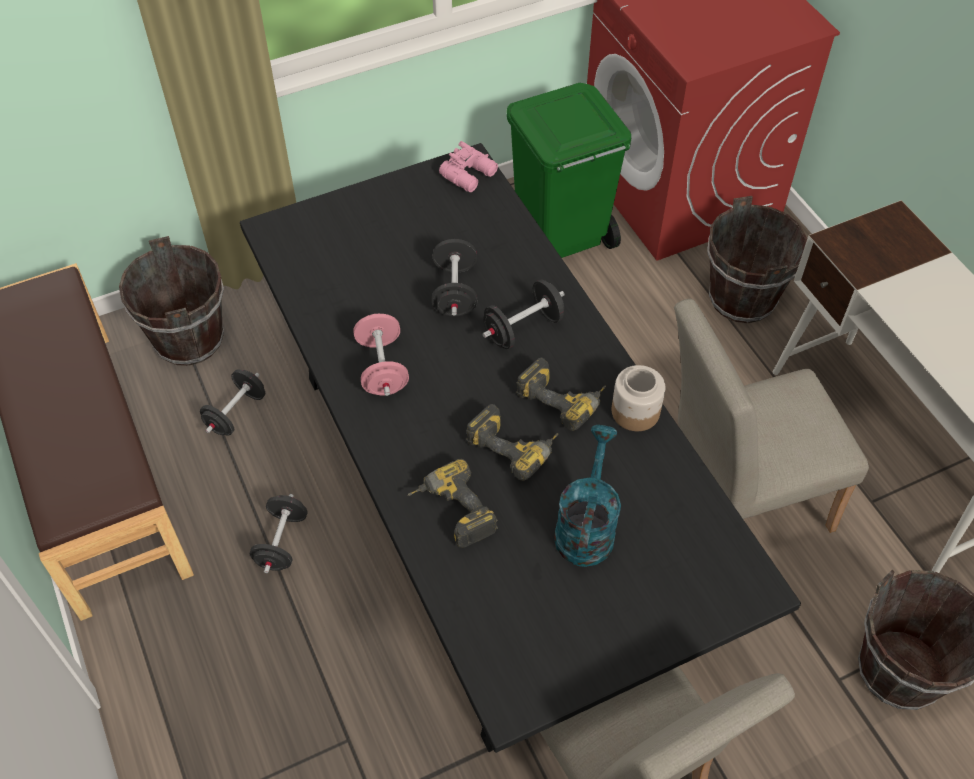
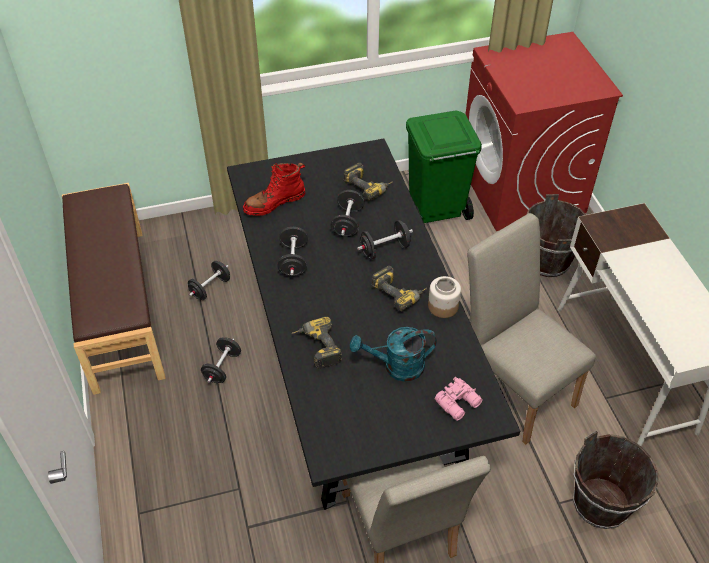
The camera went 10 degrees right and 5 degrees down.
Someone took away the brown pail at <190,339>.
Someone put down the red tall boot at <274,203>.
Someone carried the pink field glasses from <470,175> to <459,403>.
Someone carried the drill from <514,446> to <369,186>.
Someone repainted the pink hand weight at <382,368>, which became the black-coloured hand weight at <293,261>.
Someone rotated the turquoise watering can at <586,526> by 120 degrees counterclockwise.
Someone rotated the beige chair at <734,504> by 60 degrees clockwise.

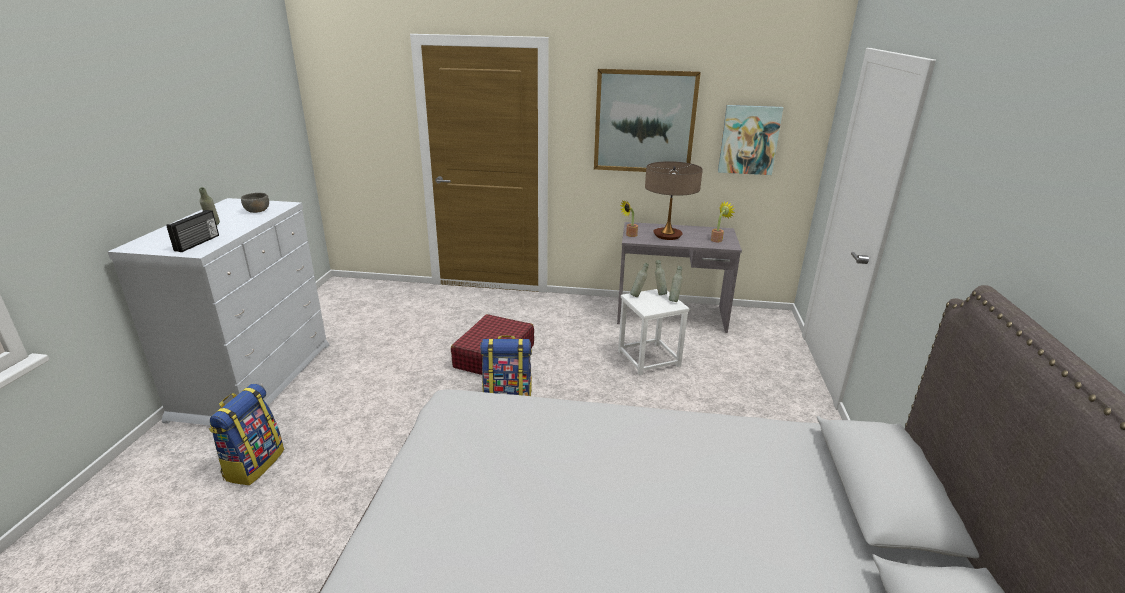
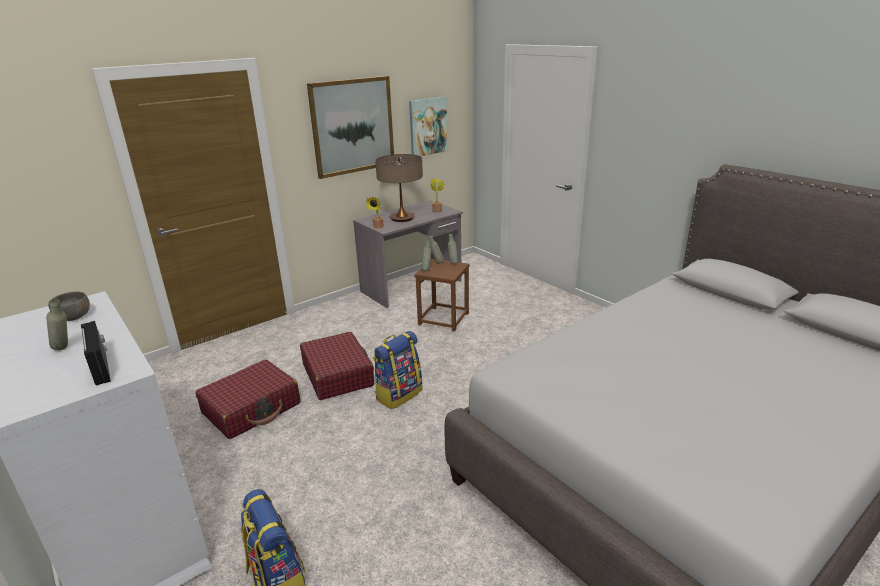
The camera went 45 degrees left and 0 degrees up.
Someone put down the red piece of luggage at <252,408>.
Someone repainted the white sitting stool at <649,359>, which became the brown sitting stool at <444,319>.

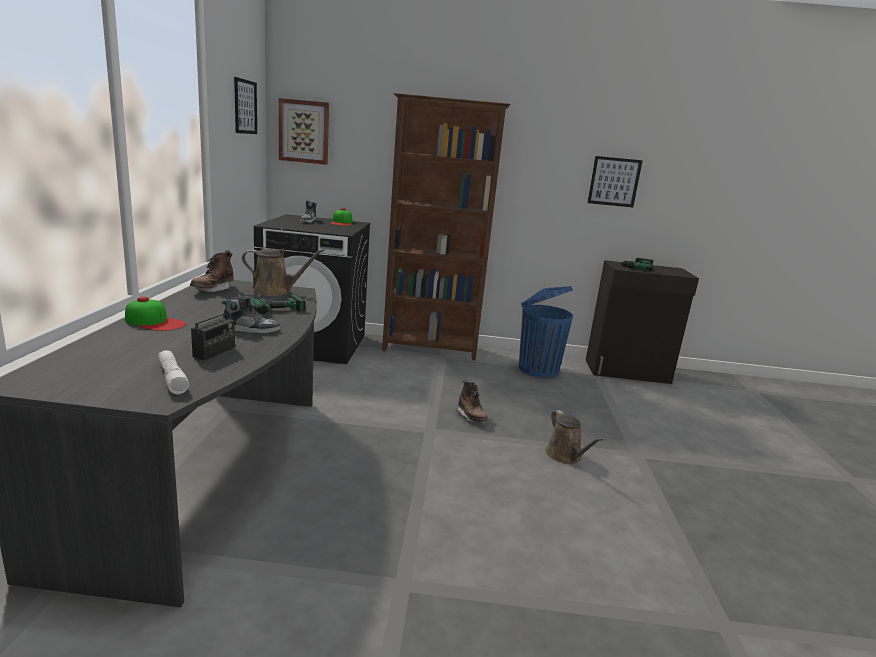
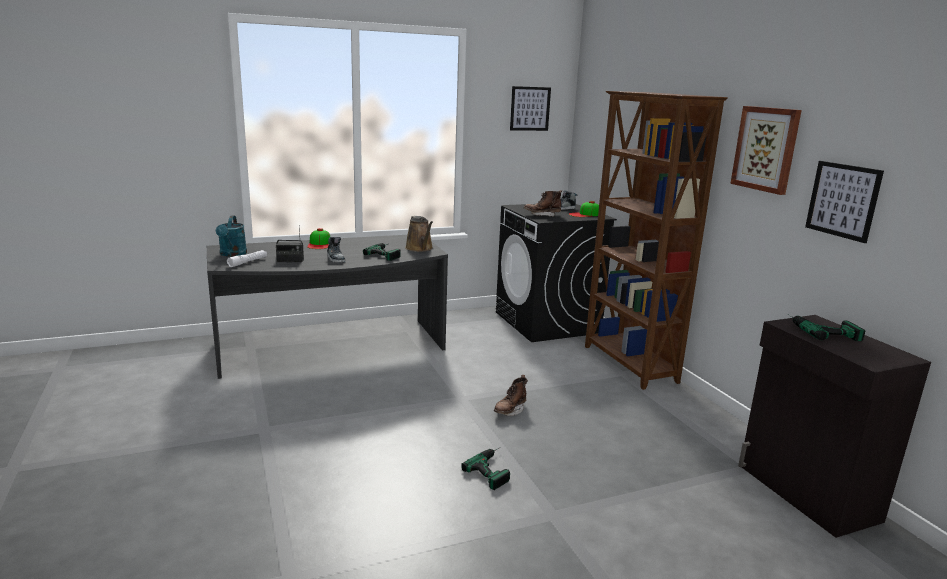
The camera went 65 degrees right and 0 degrees up.
Someone took away the blue waste bin at <537,369>.
Someone put down the turquoise watering can at <232,254>.
Someone carried the brown tall boot from <213,289> to <542,215>.
Someone carried the wall art from <304,131> to <766,149>.
Someone swapped the brown watering can at <565,456> for the drill at <494,469>.

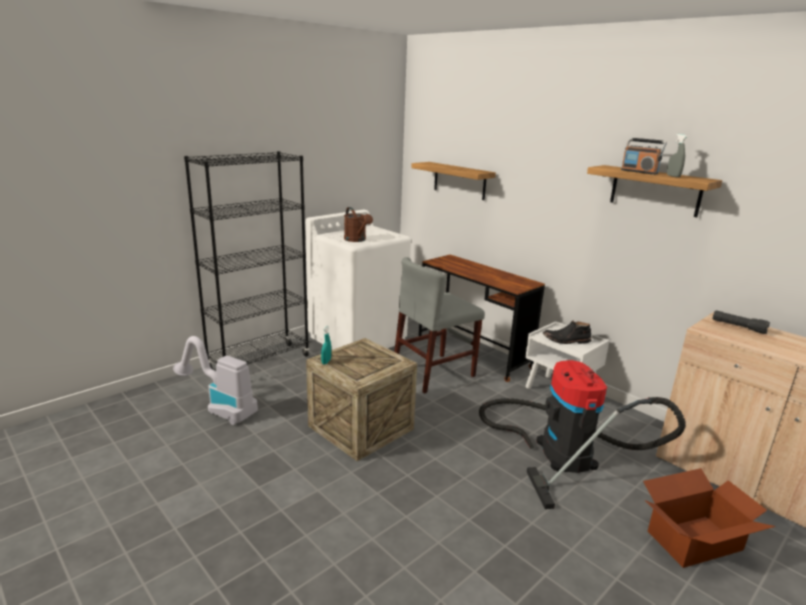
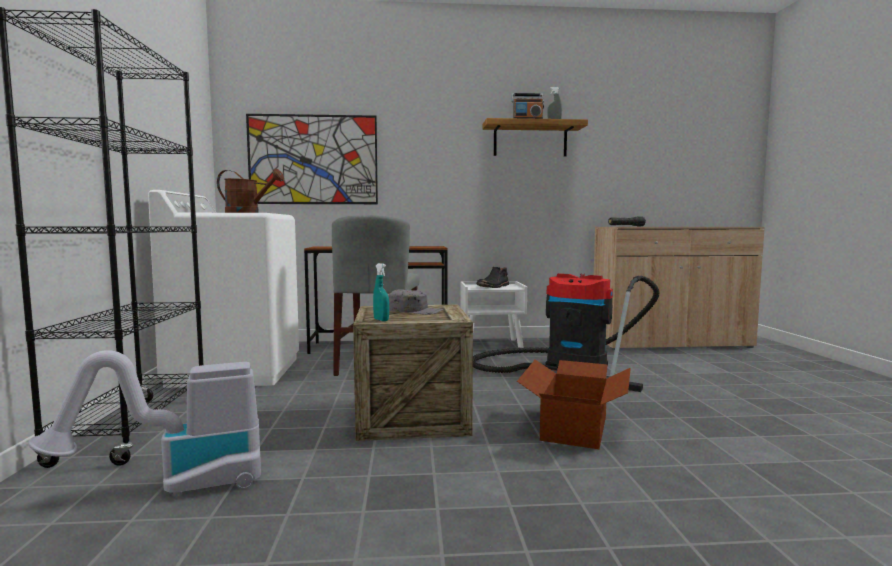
The camera went 50 degrees left and 15 degrees down.
Someone put down the gray baseball cap at <416,311>.
Someone carried the carton from <693,540> to <573,428>.
Someone swapped the shelf at <459,180> for the wall art at <313,160>.

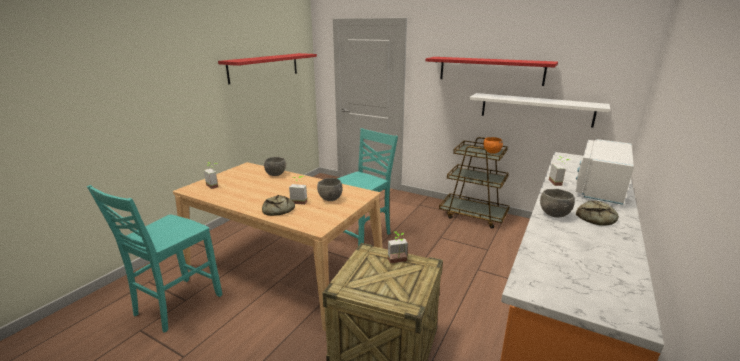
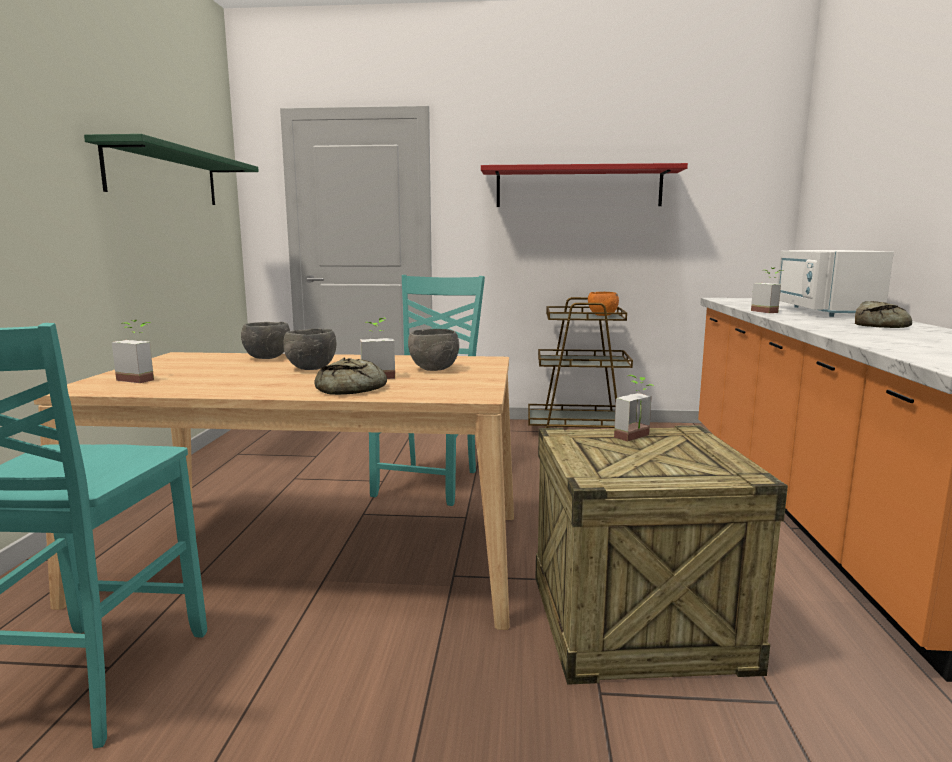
The camera went 25 degrees left and 10 degrees down.
Someone took away the white shelf at <536,109>.
Someone carried the gray serving bowl from <553,214> to <311,369>.
Someone repainted the red shelf at <264,67>, which became the greenish shelf at <164,176>.

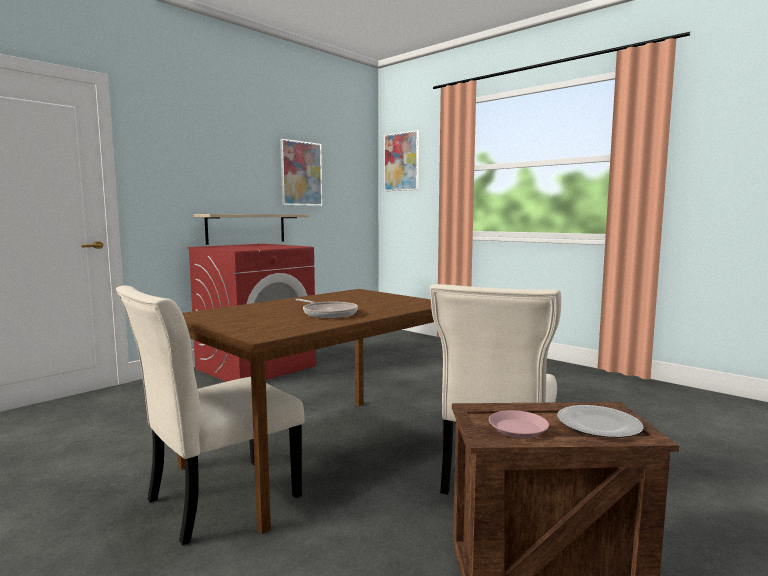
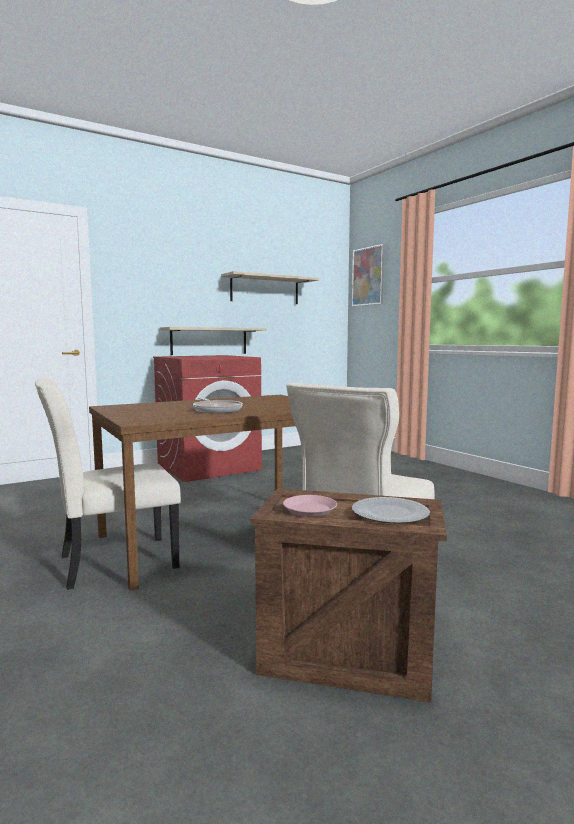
The camera went 15 degrees right and 0 degrees up.
Someone swapped the wall art at <301,173> for the shelf at <264,290>.

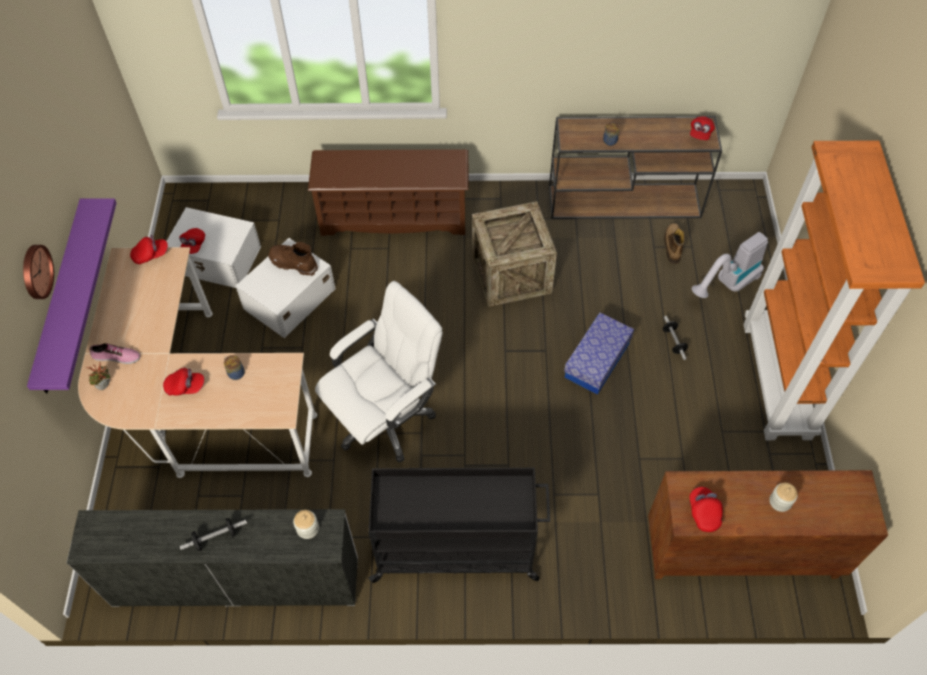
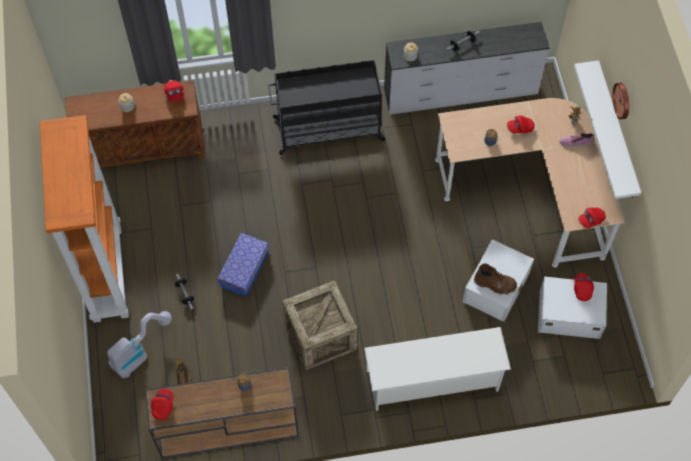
The camera went 170 degrees right and 5 degrees up.
Someone took away the white desk chair at <385,418>.
Someone repainted the purple-coloured shelf at <61,297>, which became the white shelf at <616,131>.
Someone repainted the brown shoe stand at <394,216>, which became the white shoe stand at <432,380>.

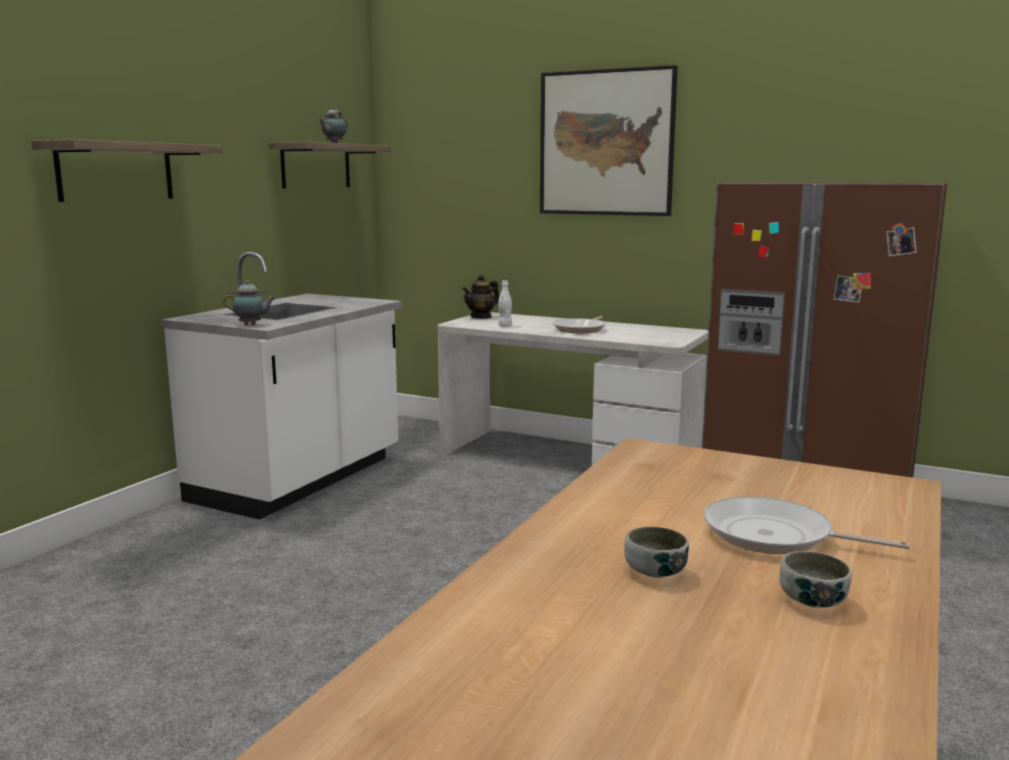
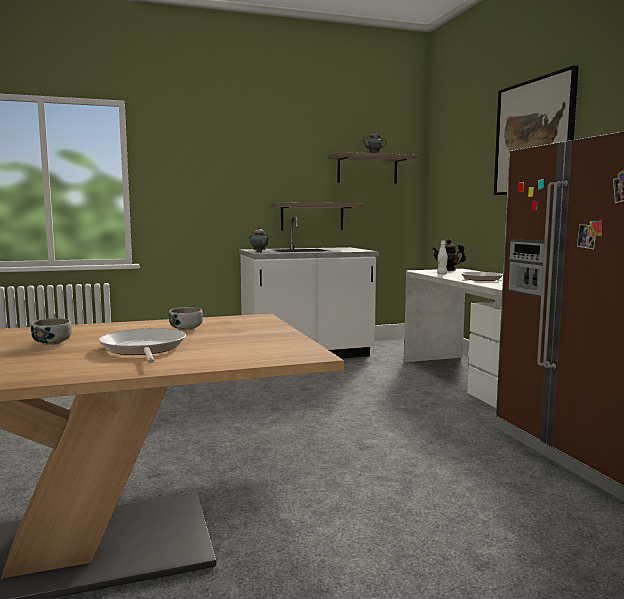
The camera went 45 degrees right and 5 degrees down.
Someone carried the shelf from <116,171> to <312,216>.
Someone carried the serving bowl from <812,600> to <186,329>.

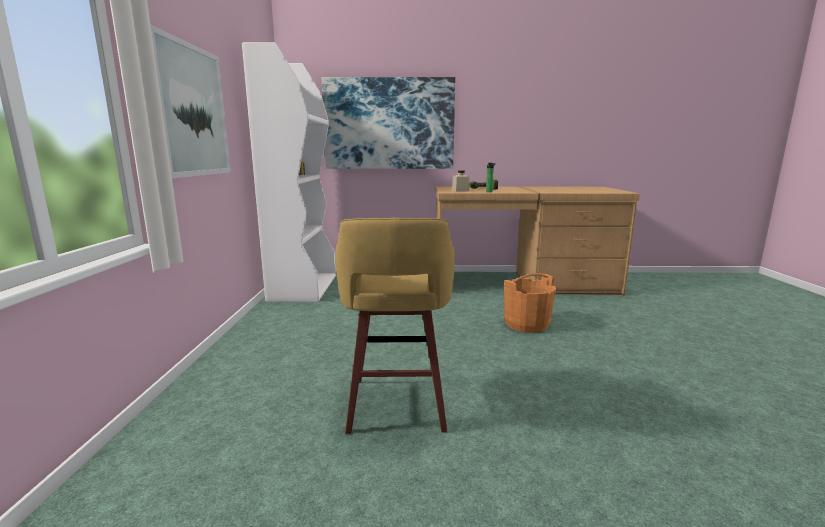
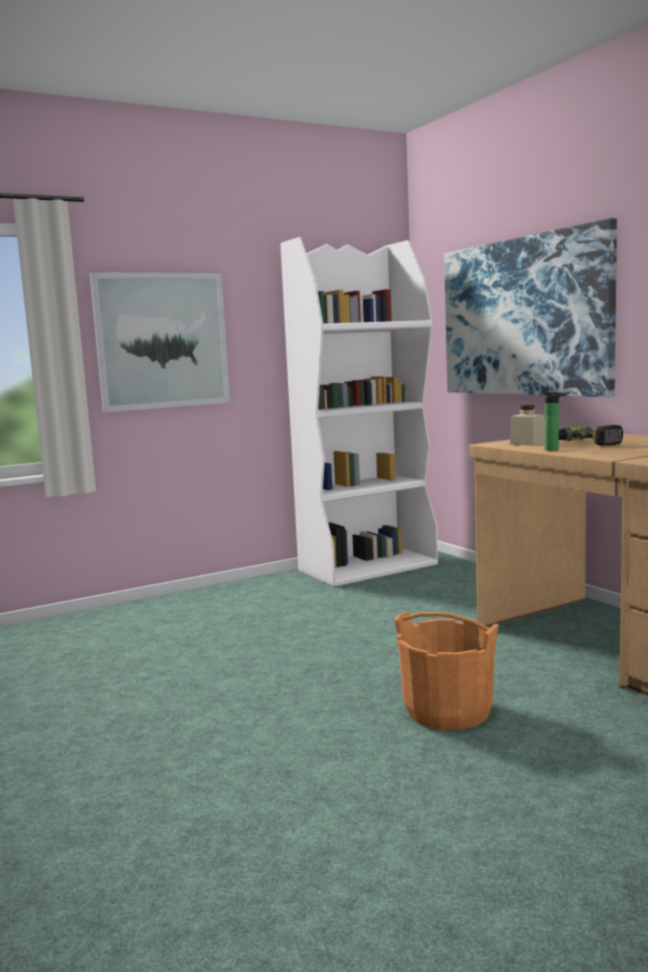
The camera went 60 degrees right and 5 degrees down.
Someone took away the yellowish sitting stool at <396,406>.

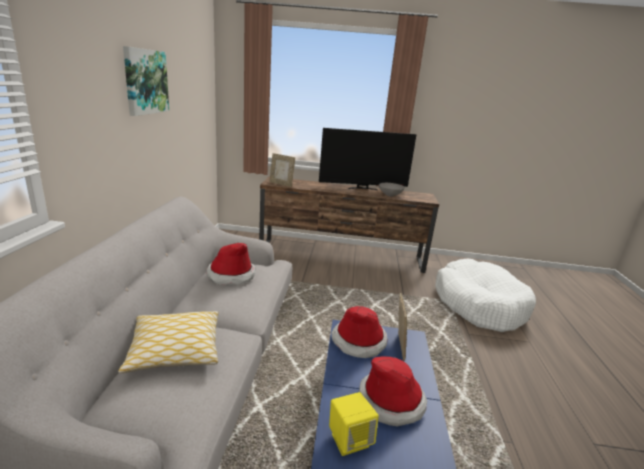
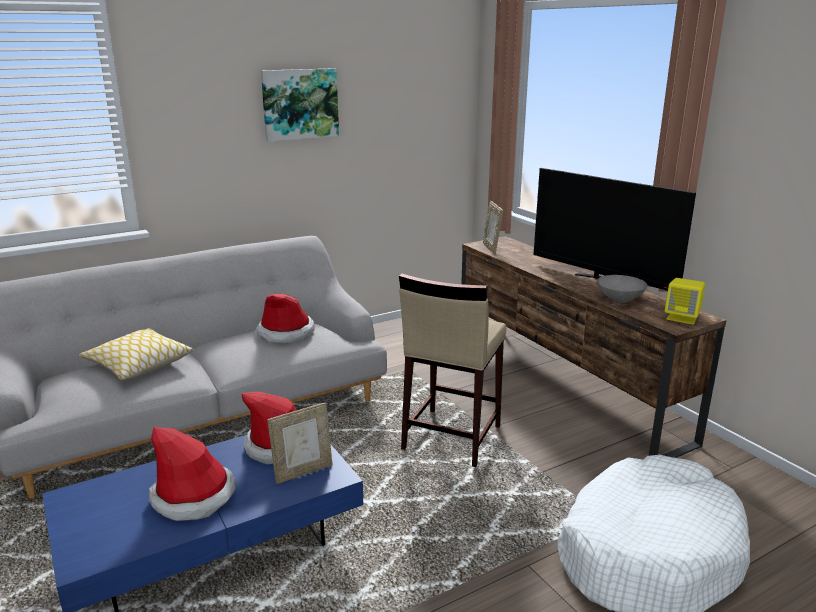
The camera went 55 degrees right and 0 degrees up.
Someone put down the beige sitting stool at <450,438>.
Someone carried the yellowish speaker from <349,440> to <682,318>.

